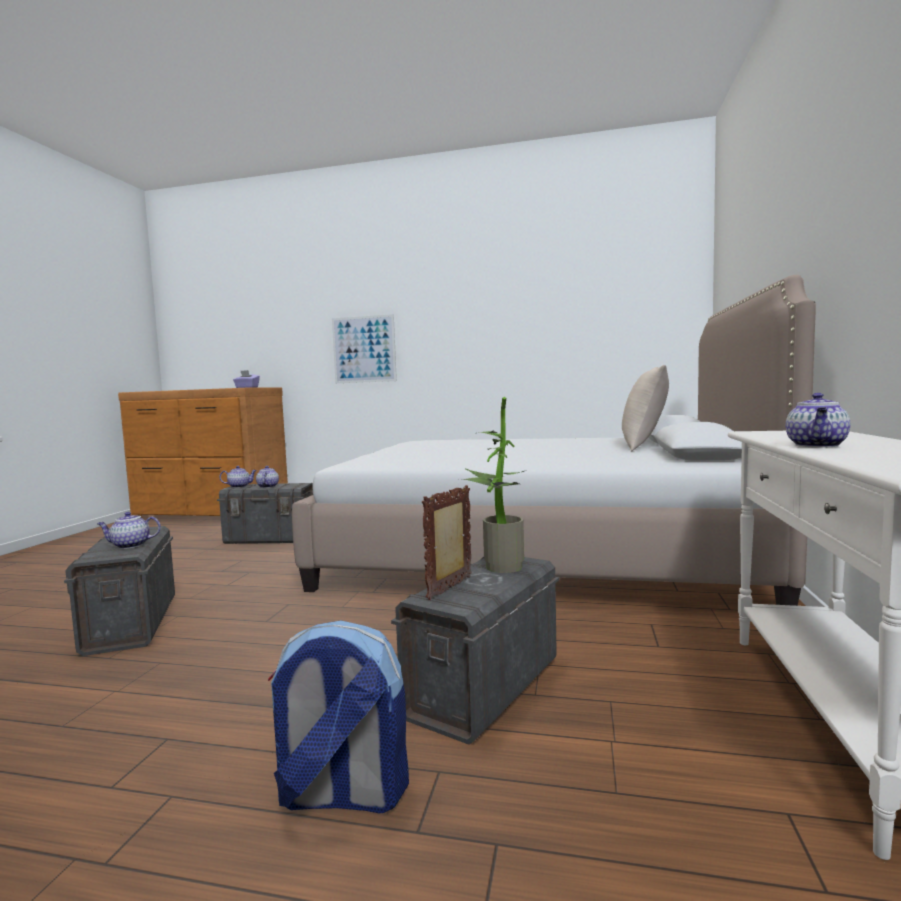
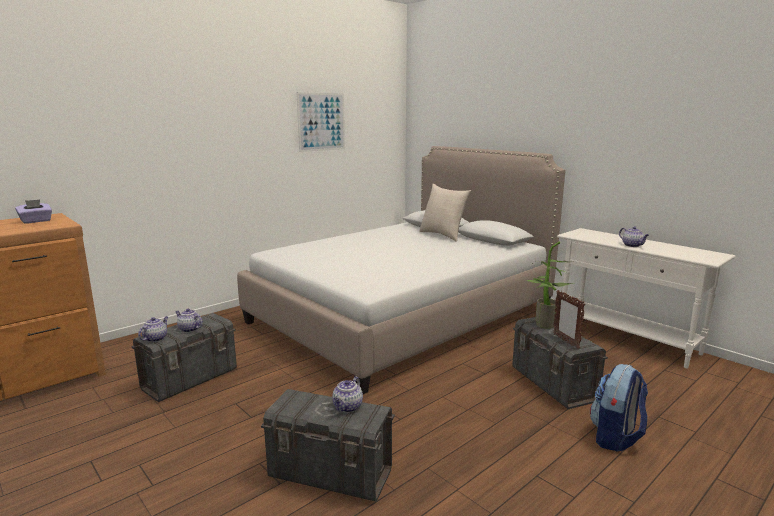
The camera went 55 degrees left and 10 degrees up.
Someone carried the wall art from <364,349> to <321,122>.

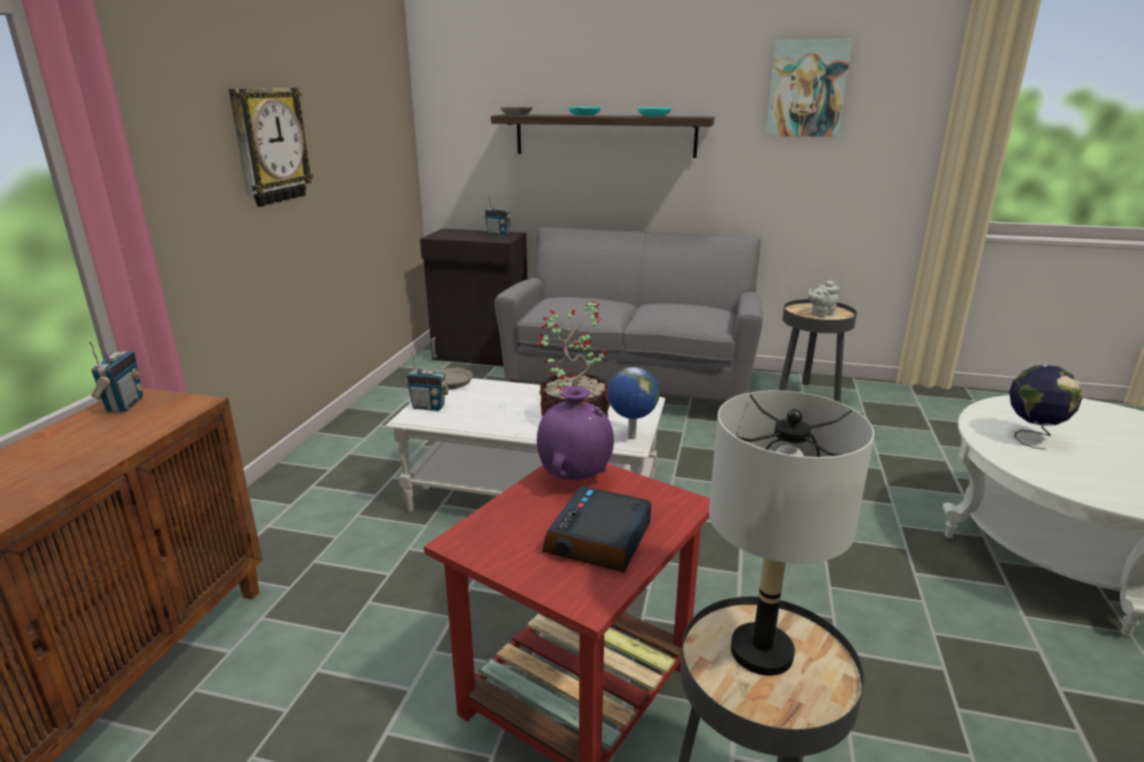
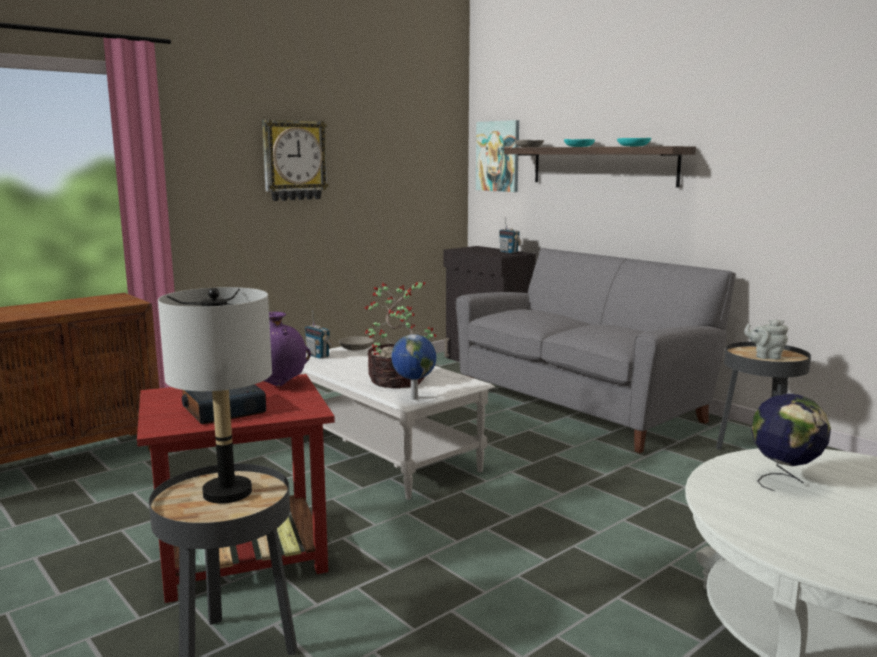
The camera went 35 degrees right and 10 degrees down.
Someone took away the radio receiver at <124,405>.
Someone carried the wall art from <807,89> to <498,156>.

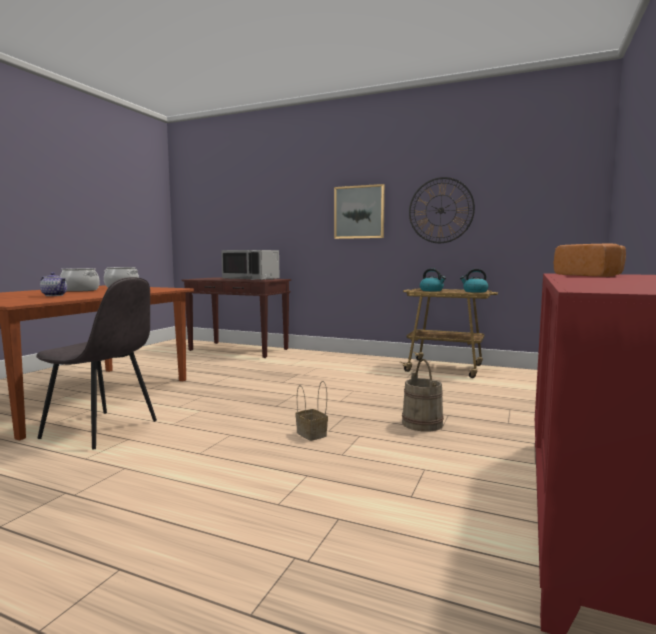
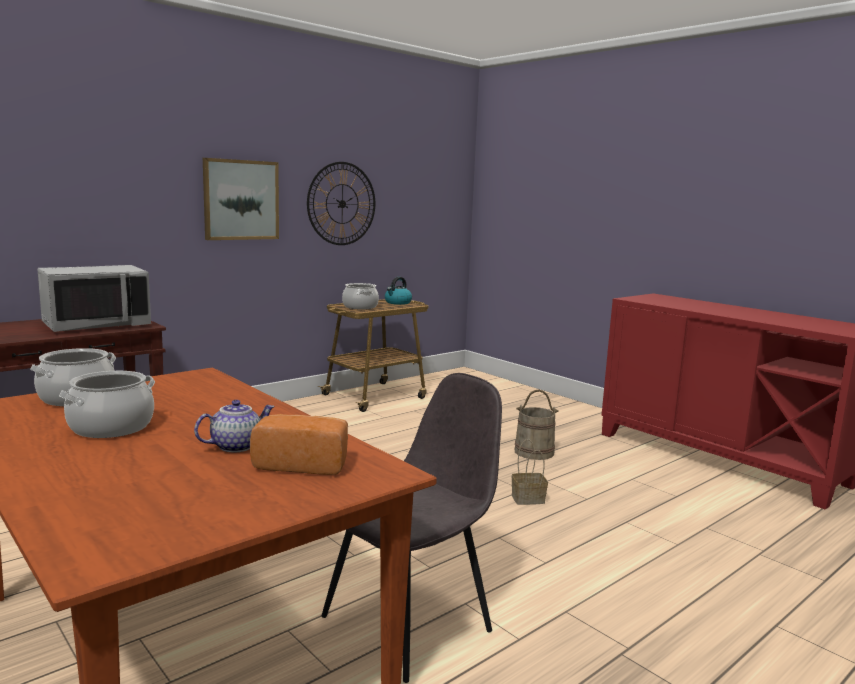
The camera went 65 degrees left and 5 degrees up.
Someone carried the bakery bread from <589,275> to <303,463>.
Someone swapped the water kettle at <432,290> for the cooking pot at <360,307>.

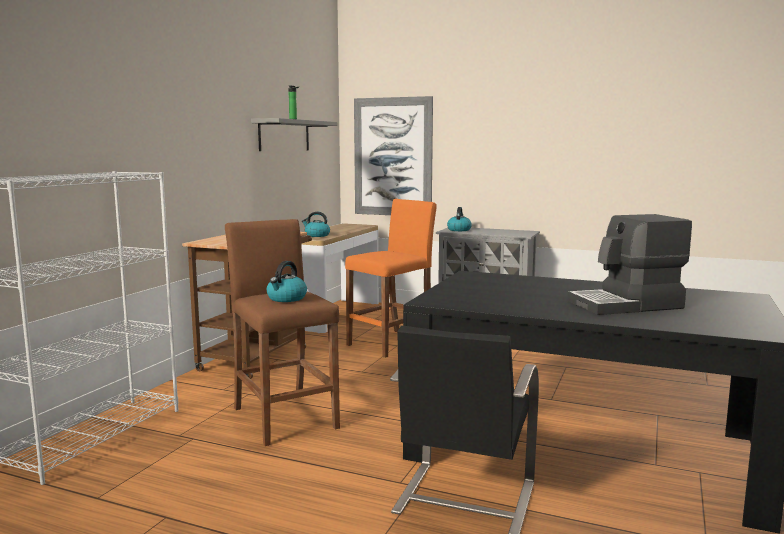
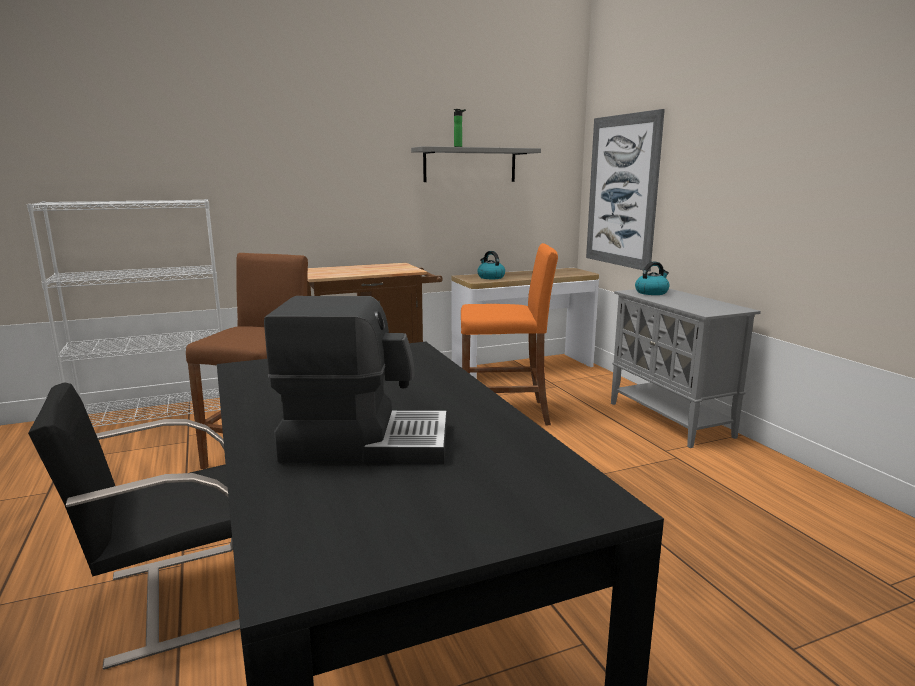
The camera went 45 degrees right and 5 degrees up.
Someone took away the water kettle at <286,298>.
Someone rotated the coffee maker at <626,305> by 150 degrees clockwise.

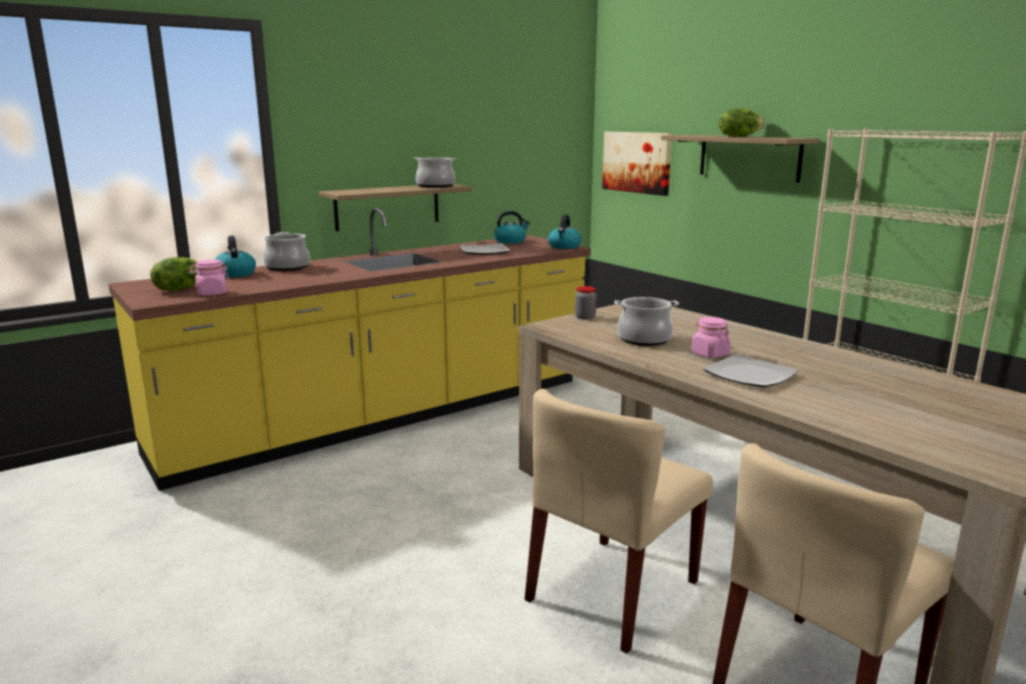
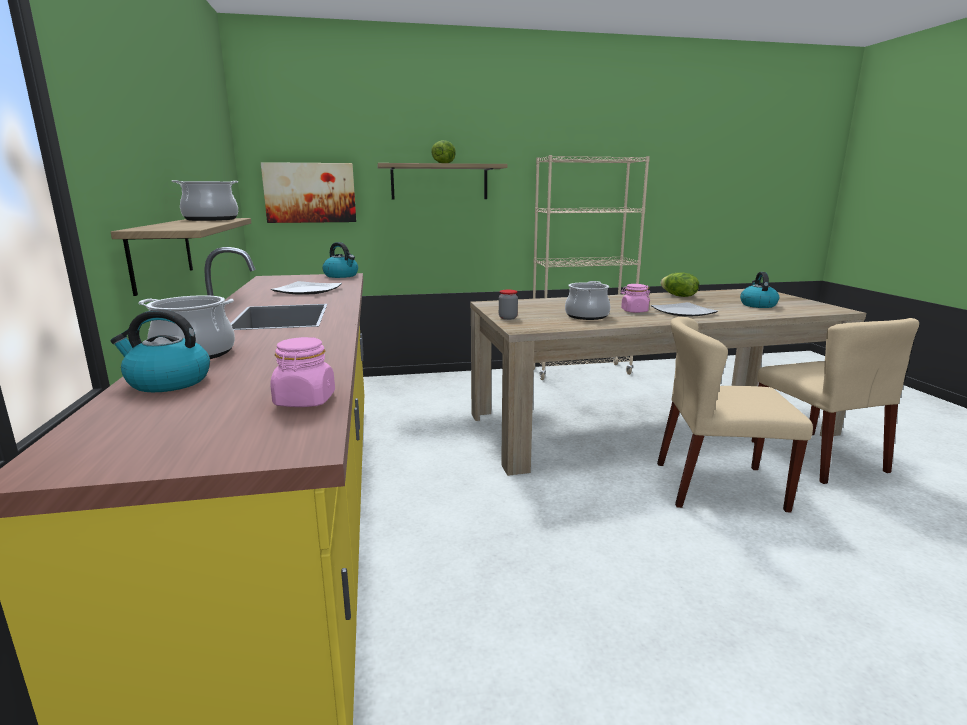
The camera went 65 degrees left and 0 degrees up.
Someone carried the lettuce head from <179,289> to <678,296>.
Someone carried the water kettle from <510,241> to <757,305>.
Someone rotated the beige chair at <612,591> by 120 degrees clockwise.

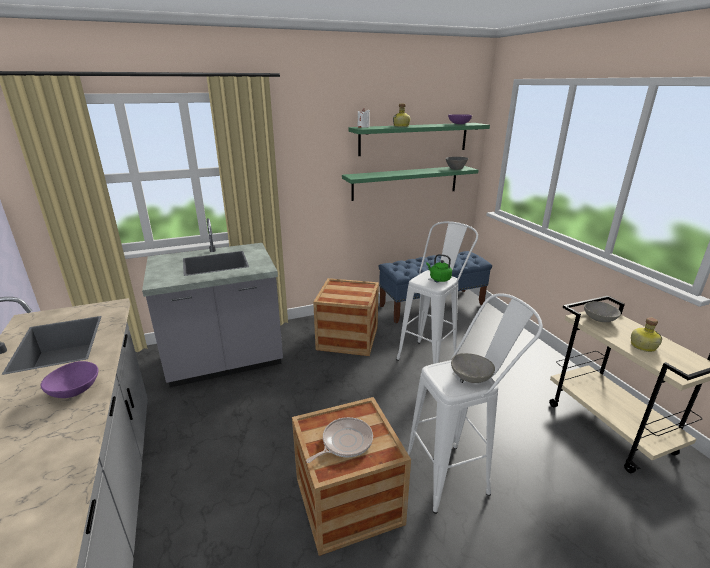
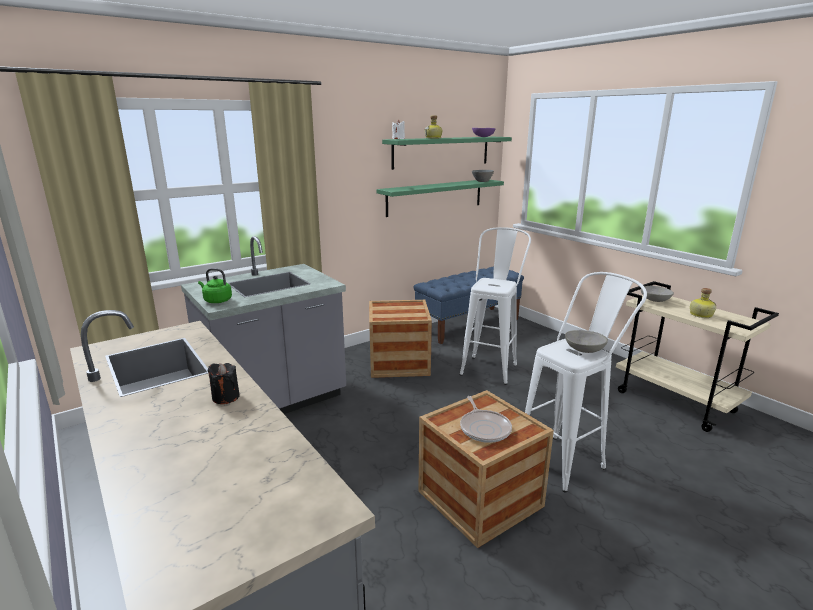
The camera went 15 degrees left and 5 degrees down.
Someone carried the greenish water kettle from <439,279> to <216,301>.
Someone swapped the purple-coloured serving bowl at <74,390> for the black-coloured candle at <226,397>.
Someone rotated the skillet at <345,442> by 135 degrees clockwise.

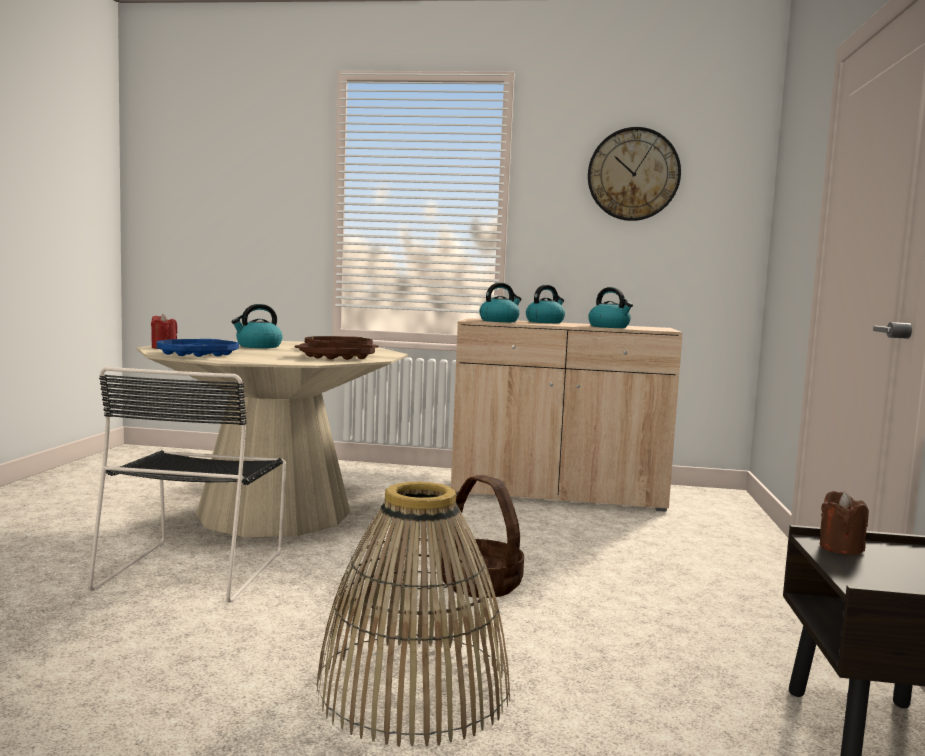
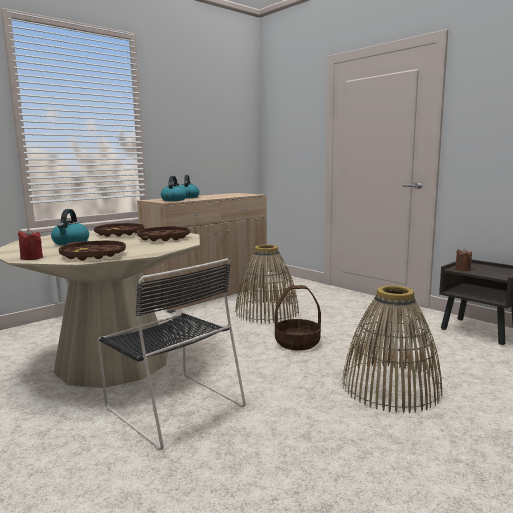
The camera went 50 degrees left and 5 degrees up.
Someone took away the hanging clock at <633,174>.
Someone took away the water kettle at <609,327>.
Someone put down the storage basket at <267,312>.
Someone repainted the blue tray at <198,354>, which became the brown tray at <93,255>.

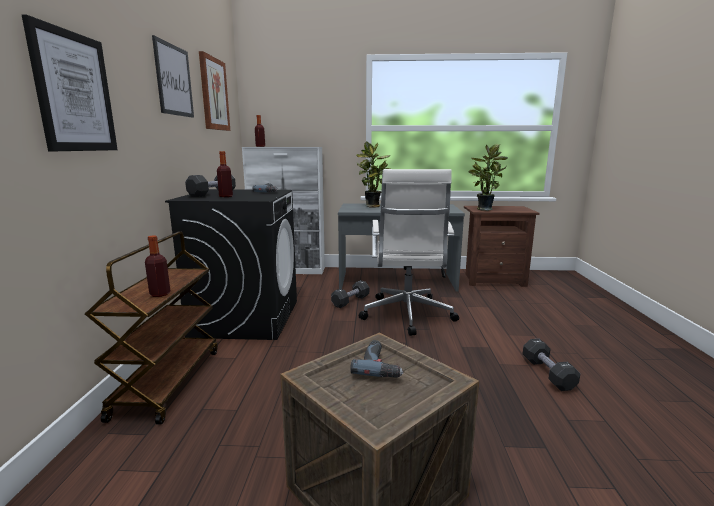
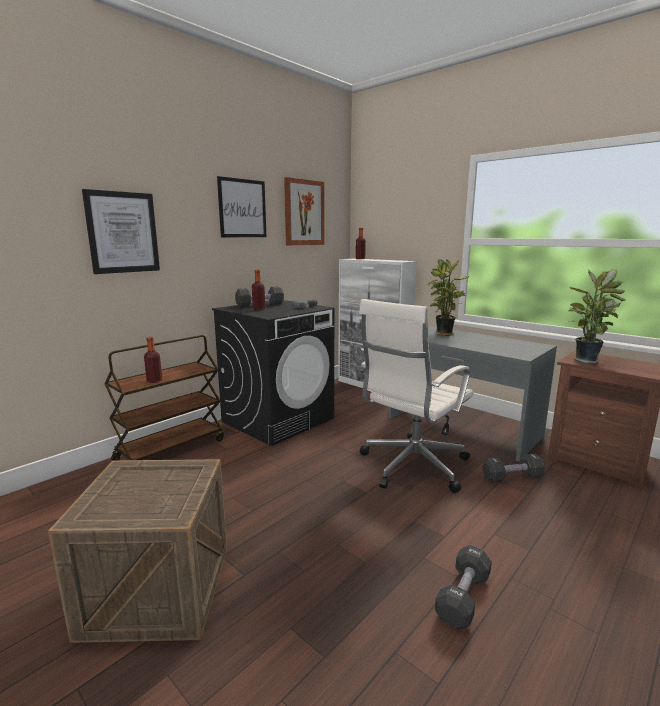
The camera went 40 degrees right and 0 degrees up.
Someone took away the drill at <380,365>.
Someone carried the black-coloured hand weight from <350,301> to <512,477>.

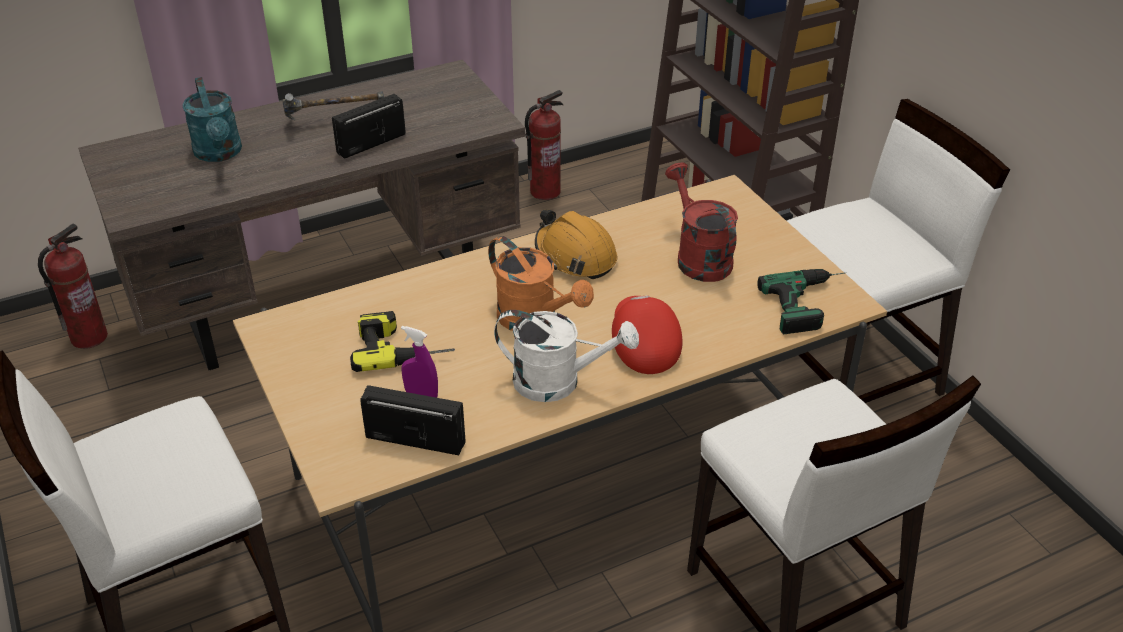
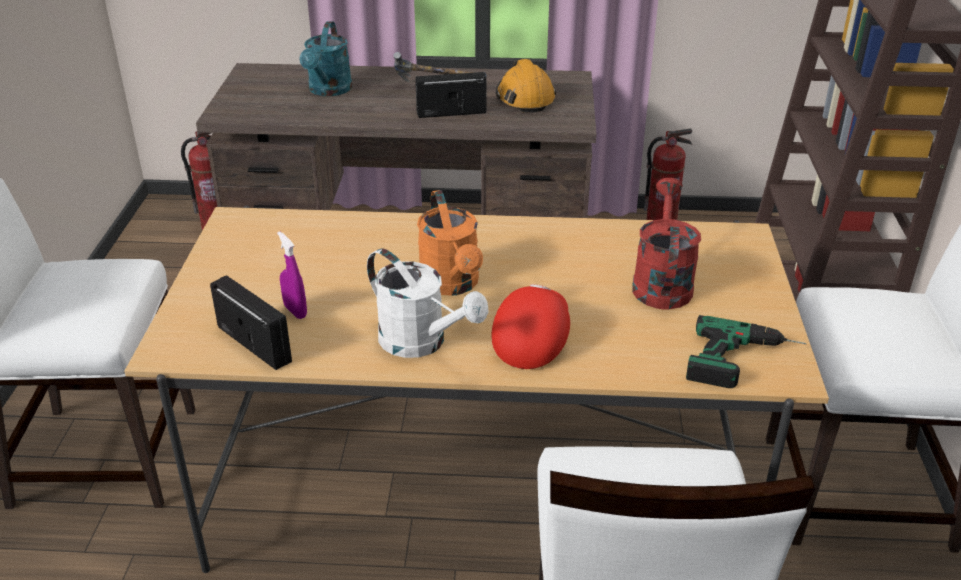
The camera went 30 degrees right and 5 degrees down.
Someone took away the drill at <402,346>.
Someone carried the orangey hard hat from <575,256> to <525,98>.

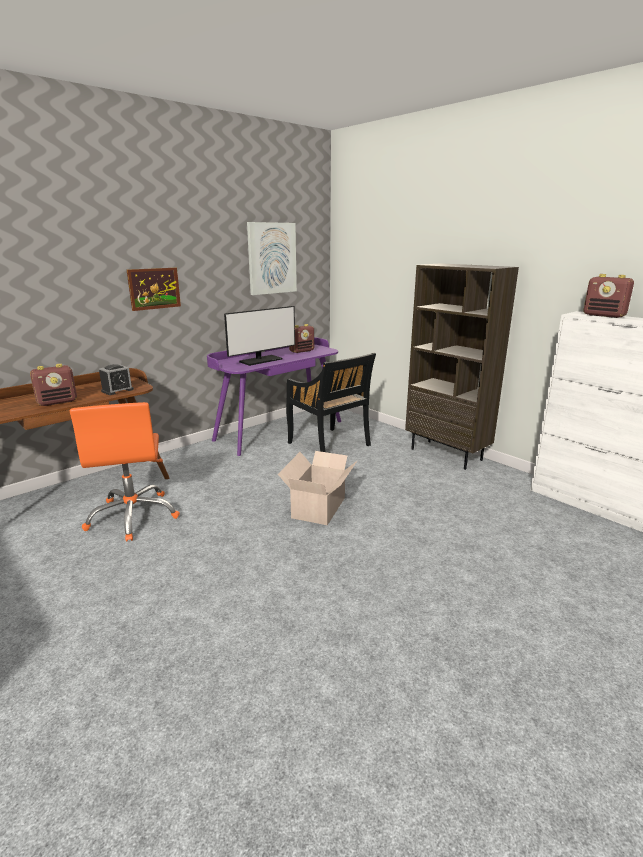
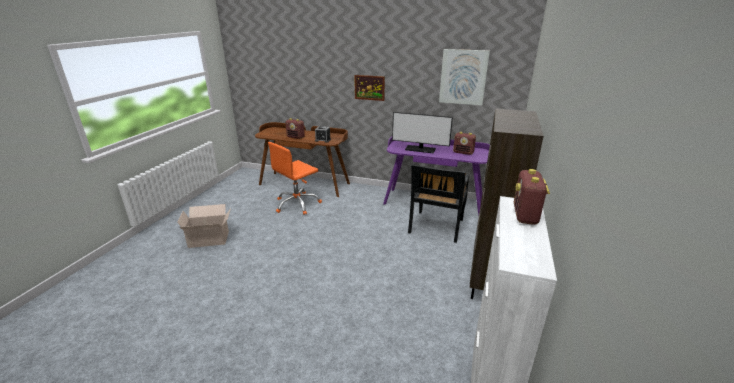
The camera went 60 degrees right and 5 degrees up.
Someone carried the carton from <320,507> to <210,239>.

